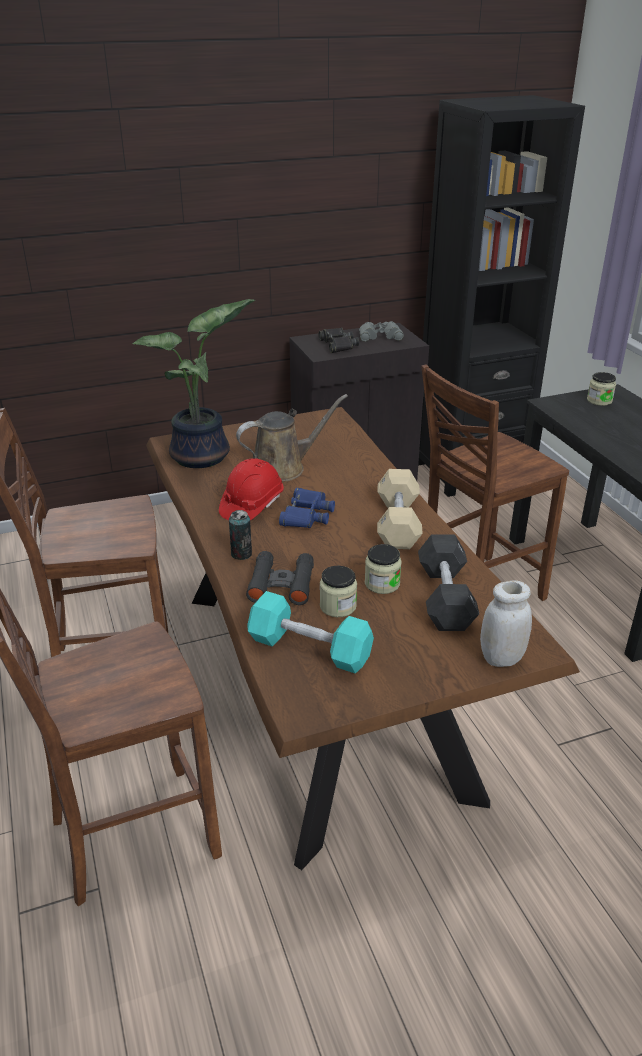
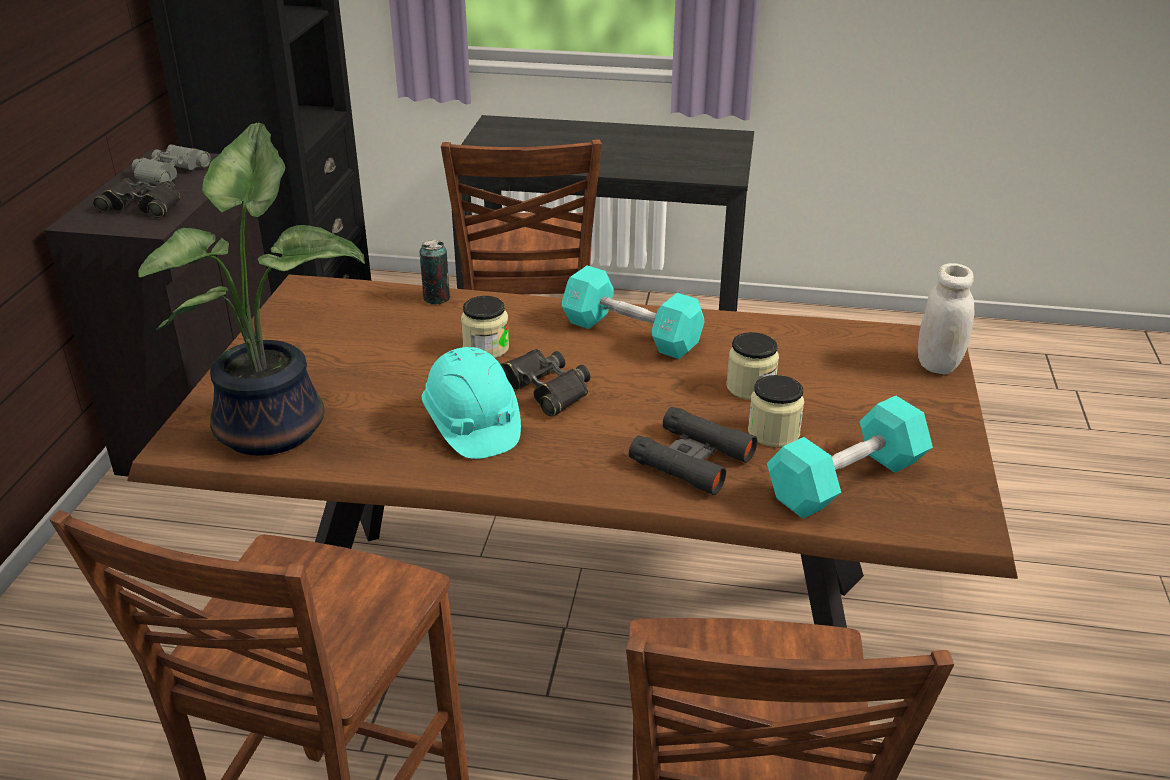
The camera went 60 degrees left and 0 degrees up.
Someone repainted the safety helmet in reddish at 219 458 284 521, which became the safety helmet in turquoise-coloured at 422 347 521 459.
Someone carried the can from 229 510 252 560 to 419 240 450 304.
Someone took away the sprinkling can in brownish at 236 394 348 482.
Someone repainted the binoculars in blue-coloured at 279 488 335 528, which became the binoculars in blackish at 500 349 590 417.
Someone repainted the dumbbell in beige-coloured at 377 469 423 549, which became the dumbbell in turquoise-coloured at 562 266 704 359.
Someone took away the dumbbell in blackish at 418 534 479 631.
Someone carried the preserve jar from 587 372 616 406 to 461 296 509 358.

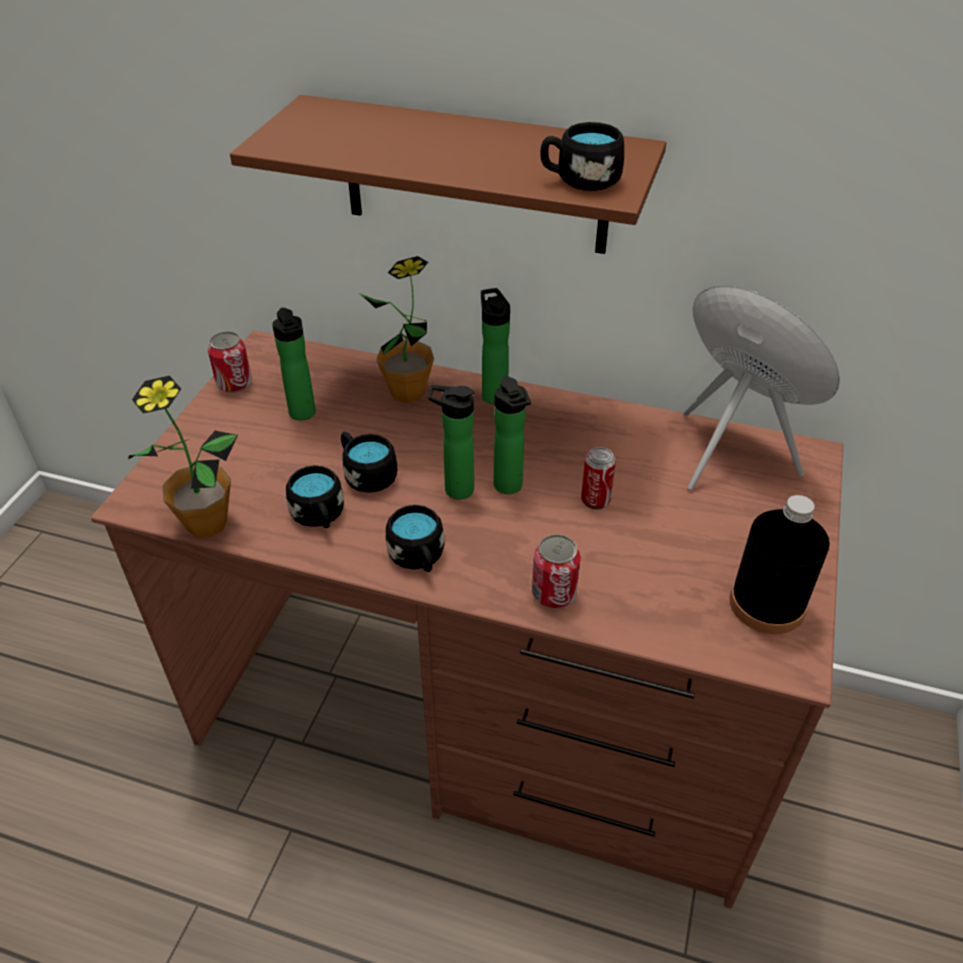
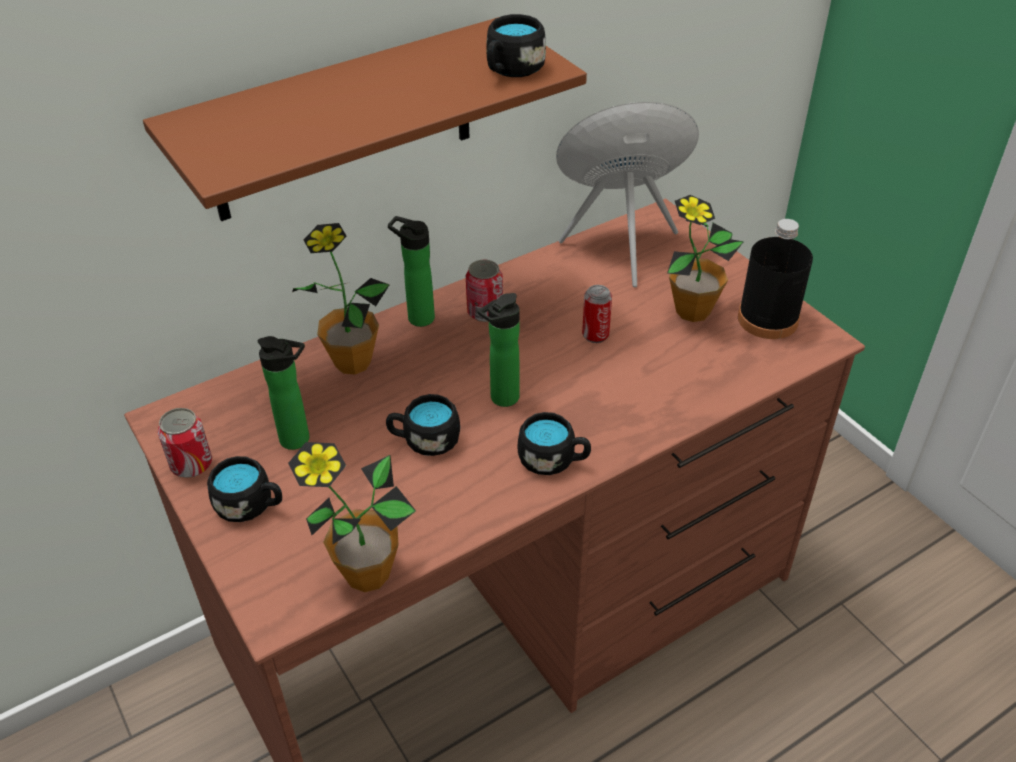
The camera went 50 degrees left and 0 degrees up.
Someone carried the tea mug in blackish from 286 465 344 528 to 207 456 282 522.
Someone took away the beverage bottle at 494 376 531 494.
Someone carried the can from 532 534 581 608 to 466 259 503 322.
Someone put down the potted plant at 667 195 744 322.

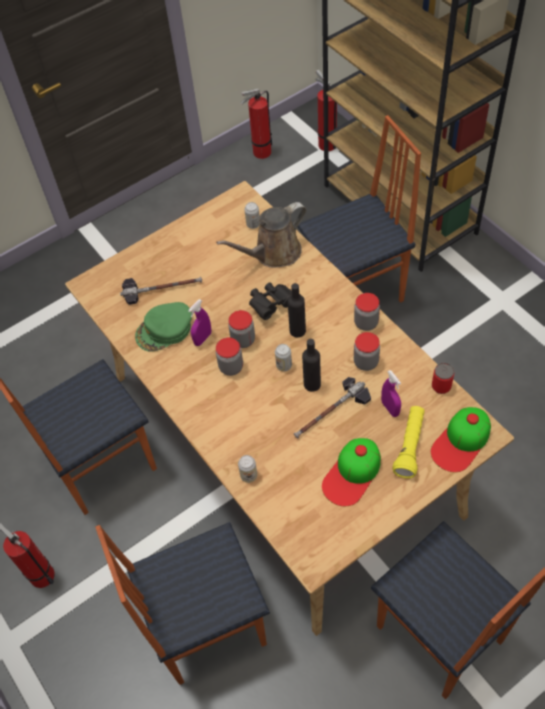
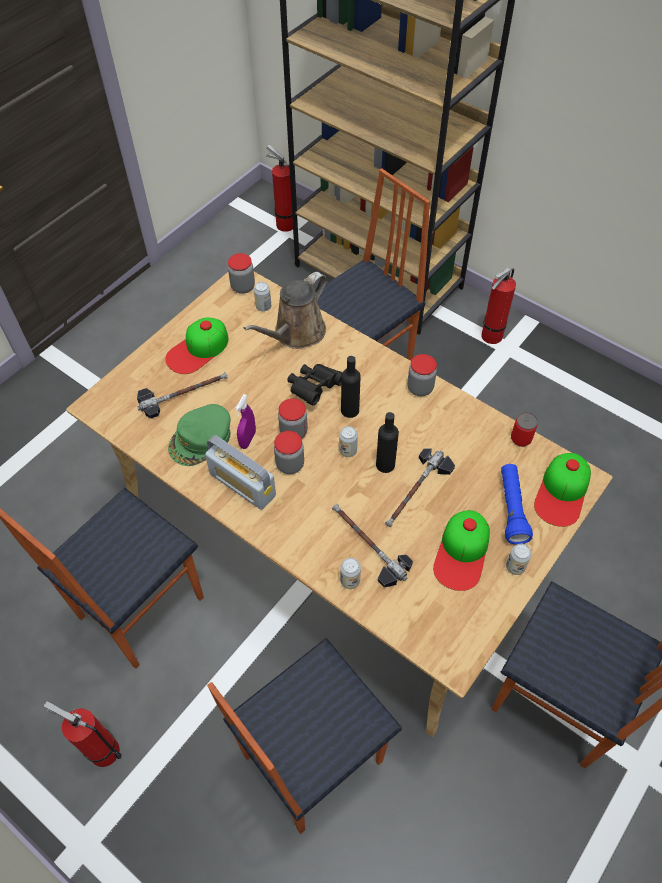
The camera went 20 degrees left and 0 degrees up.
Someone carried the extinguisher from 241 89 272 159 to 481 268 516 344.
Someone carried the preserve jar from 354 332 380 371 to 228 253 255 294.
Someone took away the spray bottle in purplish at 381 370 401 417.
Someone repainted the torch in yellow at 392 406 425 479, which became the torch in blue-coloured at 501 464 533 544.
Someone put down the peaked cap at 165 318 229 374.
Someone put down the radio receiver at 205 435 276 510.
Someone put down the hammer at 332 504 413 588.
Someone put down the can at 506 544 531 575.

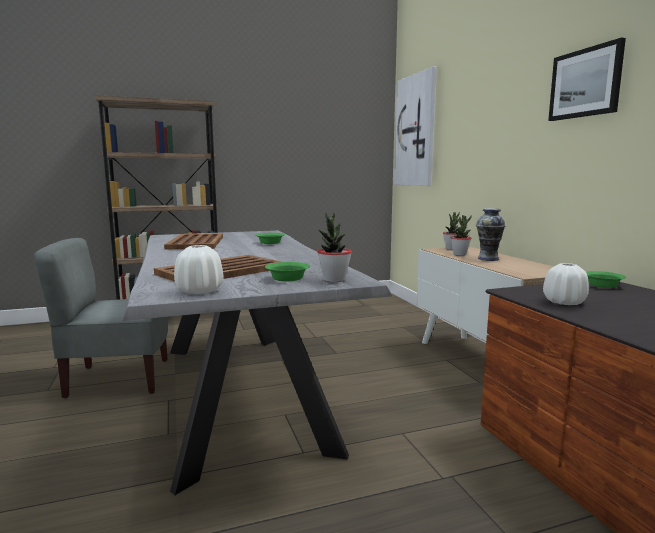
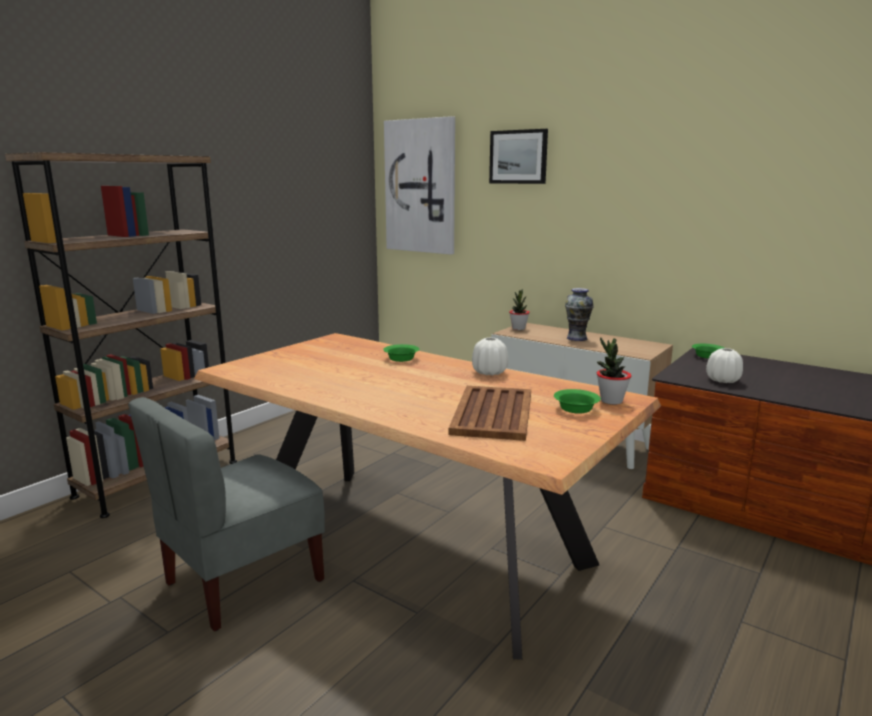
The camera went 35 degrees left and 5 degrees up.
Someone repainted the dining table in grey at 122 230 392 495, which became the dining table in brownish at 194 333 661 660.
Someone took away the serving tray in brownish at 164 233 223 249.
Someone carried the vase in white from 174 245 224 294 to 472 337 508 375.
Someone took away the potted plant at 450 215 472 256.
Someone carried the wall picture from 548 38 626 121 to 489 129 548 184.

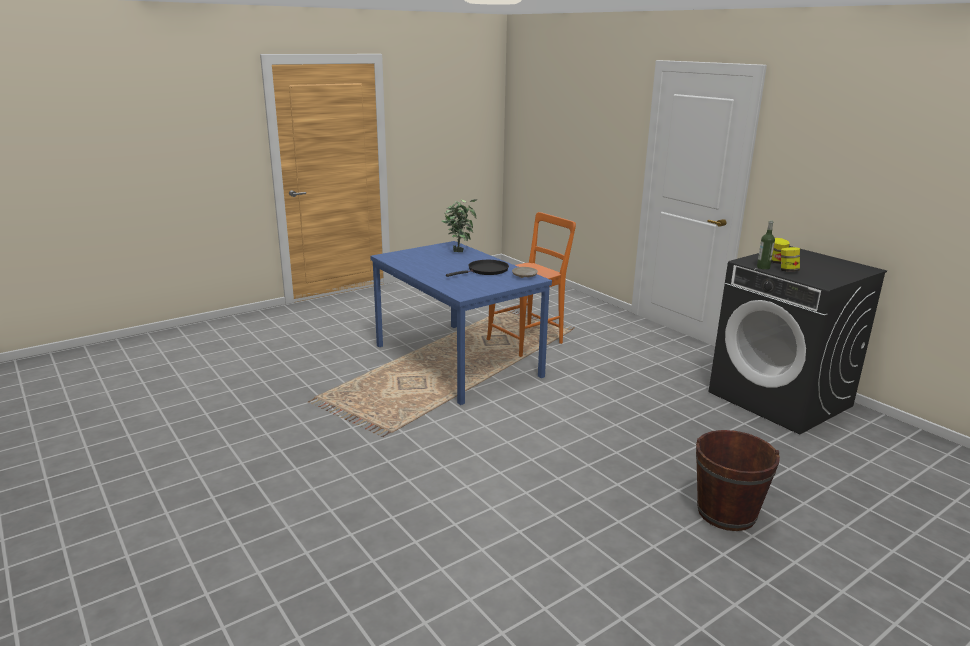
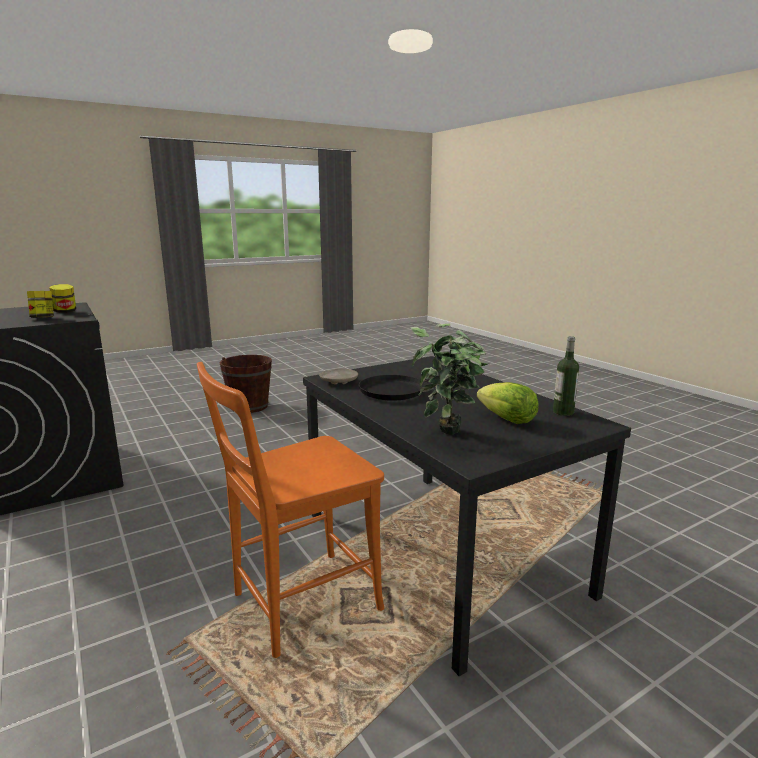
The camera went 175 degrees left and 5 degrees down.
Someone repainted the dining table in blue-coloured at 370 241 552 405, which became the dining table in blackish at 303 356 631 676.
Someone carried the beverage bottle from 757 220 775 270 to 553 336 579 416.
Someone put down the lettuce head at 477 382 538 424.

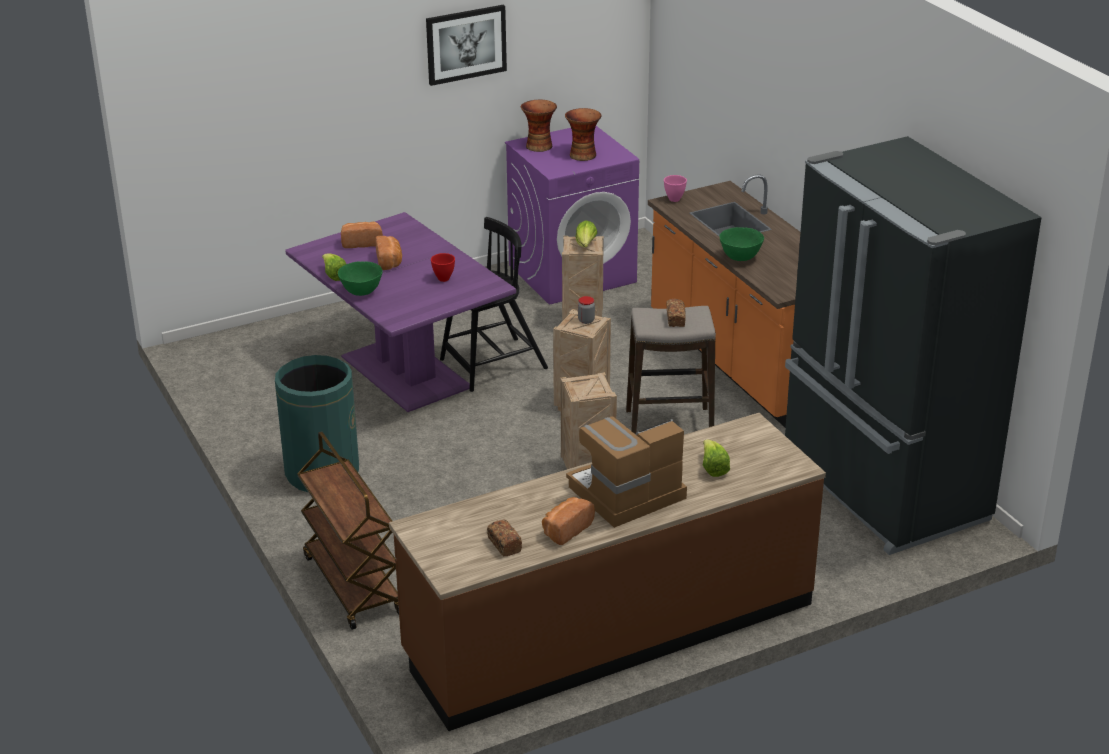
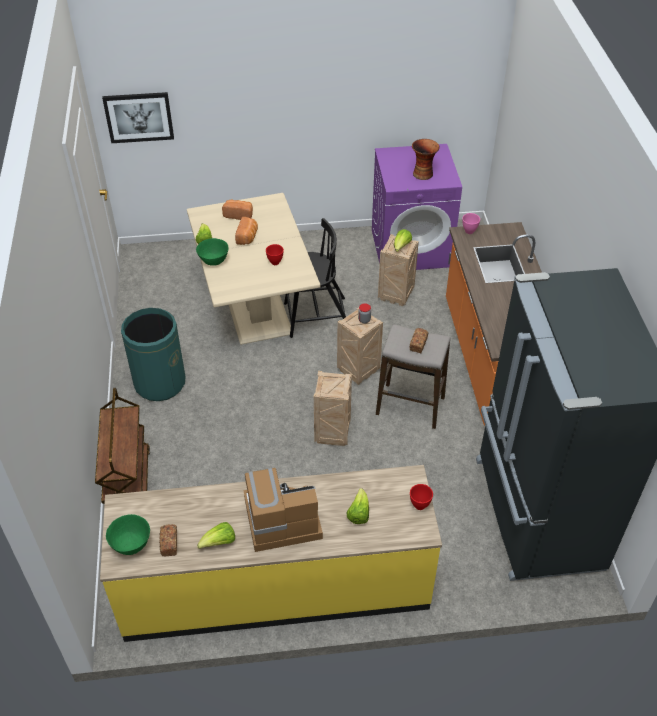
The camera went 20 degrees right and 15 degrees up.
Someone repainted the dining table in purplish at 285 212 516 412, which became the dining table in beige-coloured at 187 193 320 345.
Someone repainted the kitchen counter in brownish at 389 413 826 731, which became the kitchen counter in yellow at 100 465 442 642.
Someone carried the wall picture from 426 5 507 86 to 102 92 174 143.
Someone took away the vase at 521 100 557 152.
Someone swapped the baked bread at 542 497 595 545 for the lettuce head at 197 522 235 549.
Someone carried the serving bowl in greenish from 720 227 764 261 to 106 514 150 555.
Someone put down the serving bowl in reddish at 410 484 433 510.

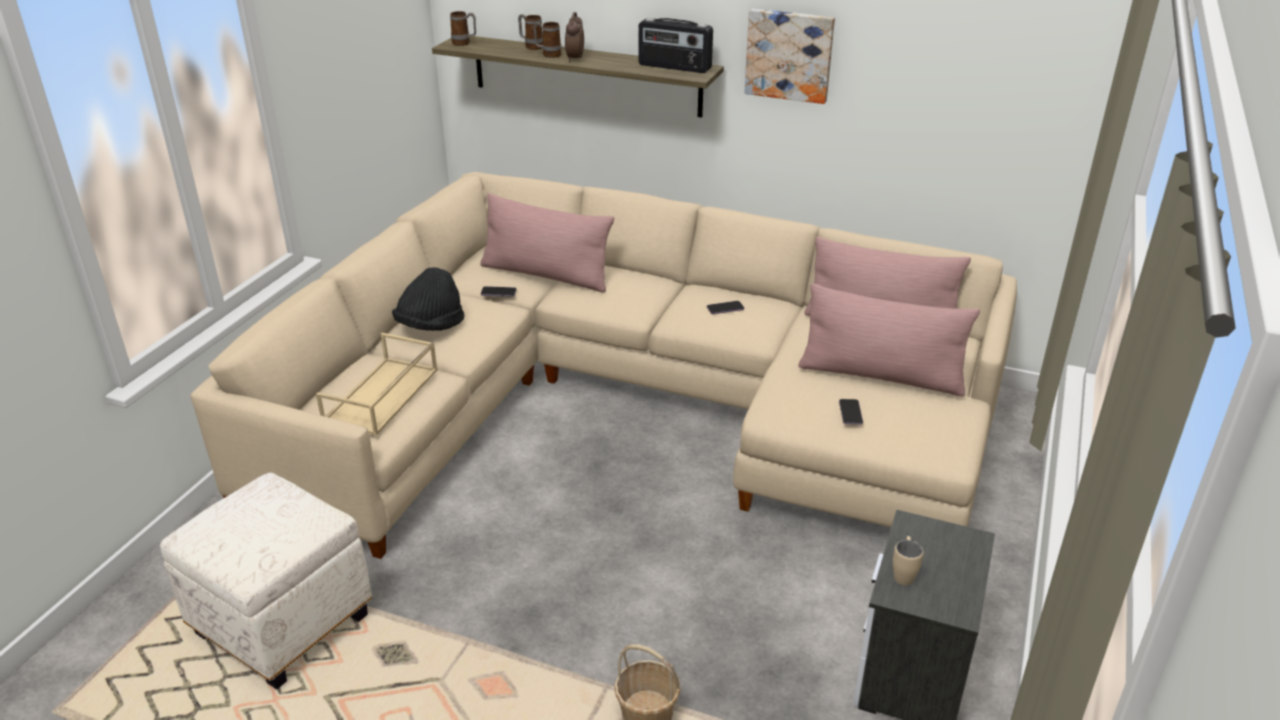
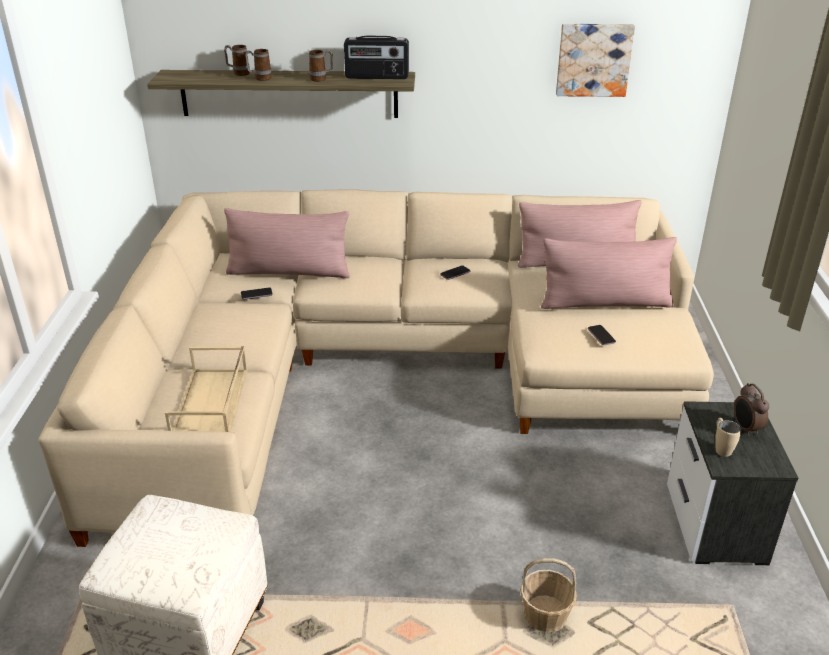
The camera went 20 degrees left and 0 degrees up.
Someone took away the clothing hat in blackish at 392 267 465 331.
Someone carried the tea mug from 450 11 476 46 to 309 50 333 82.
Someone carried the table clock from 565 12 584 62 to 734 383 769 437.
Someone carried the wall picture from 744 9 835 104 to 556 24 635 97.

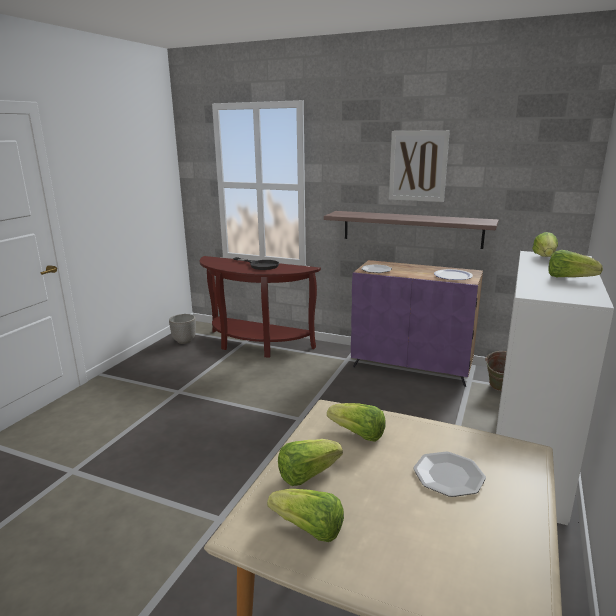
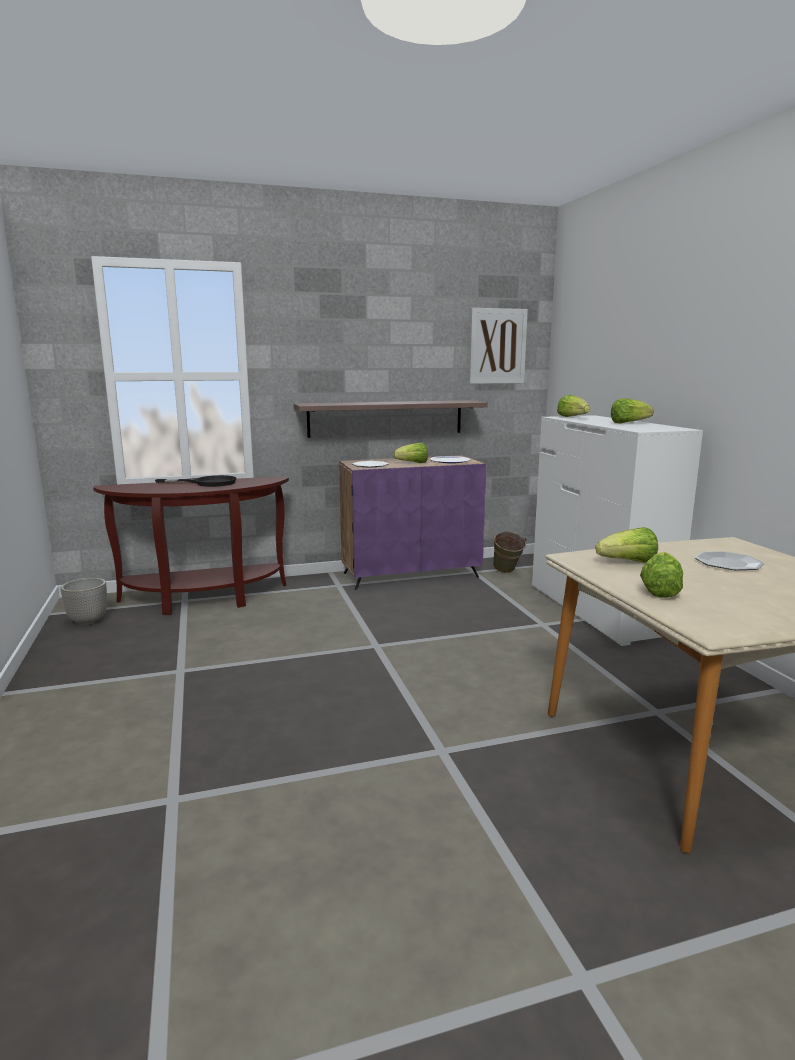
The camera went 40 degrees left and 5 degrees down.
Someone carried the lettuce head from 267 489 344 542 to 393 443 428 463.
Someone carried the wall picture from 389 130 450 202 to 469 308 528 384.

